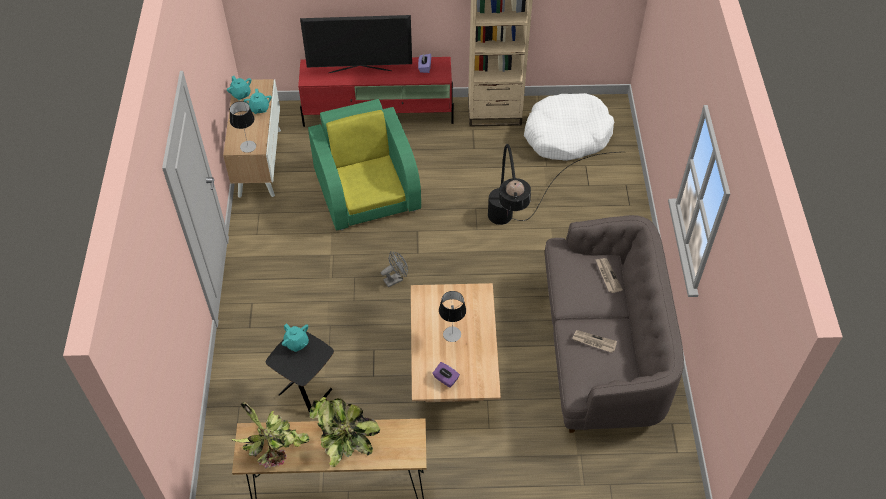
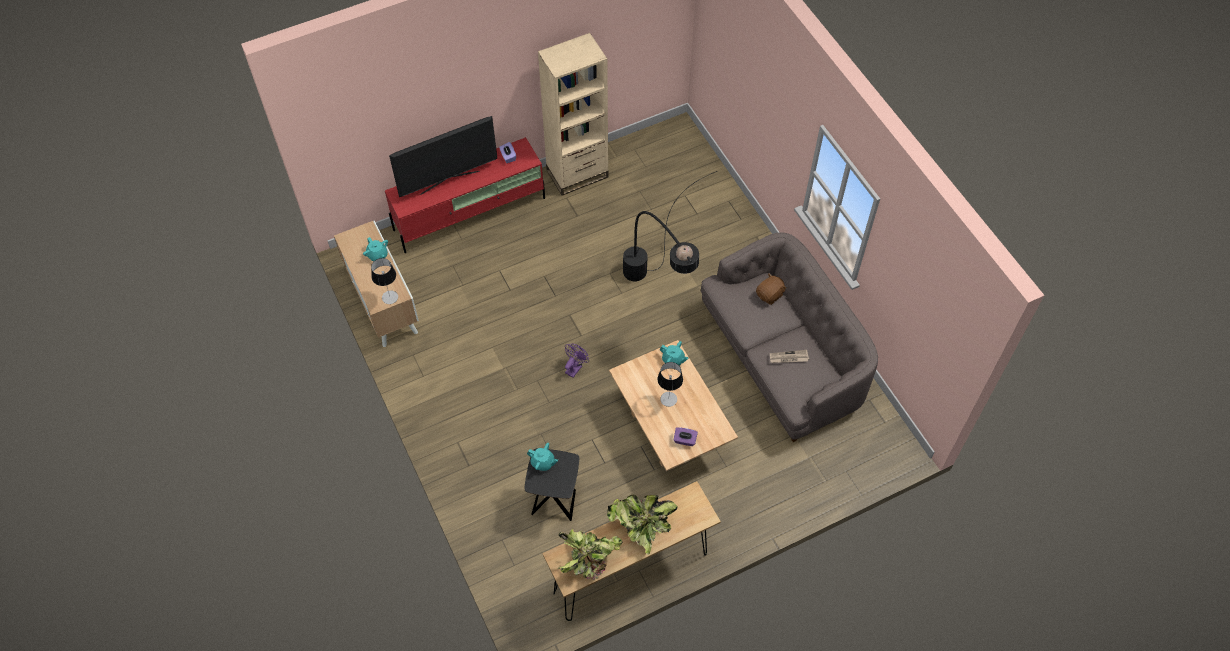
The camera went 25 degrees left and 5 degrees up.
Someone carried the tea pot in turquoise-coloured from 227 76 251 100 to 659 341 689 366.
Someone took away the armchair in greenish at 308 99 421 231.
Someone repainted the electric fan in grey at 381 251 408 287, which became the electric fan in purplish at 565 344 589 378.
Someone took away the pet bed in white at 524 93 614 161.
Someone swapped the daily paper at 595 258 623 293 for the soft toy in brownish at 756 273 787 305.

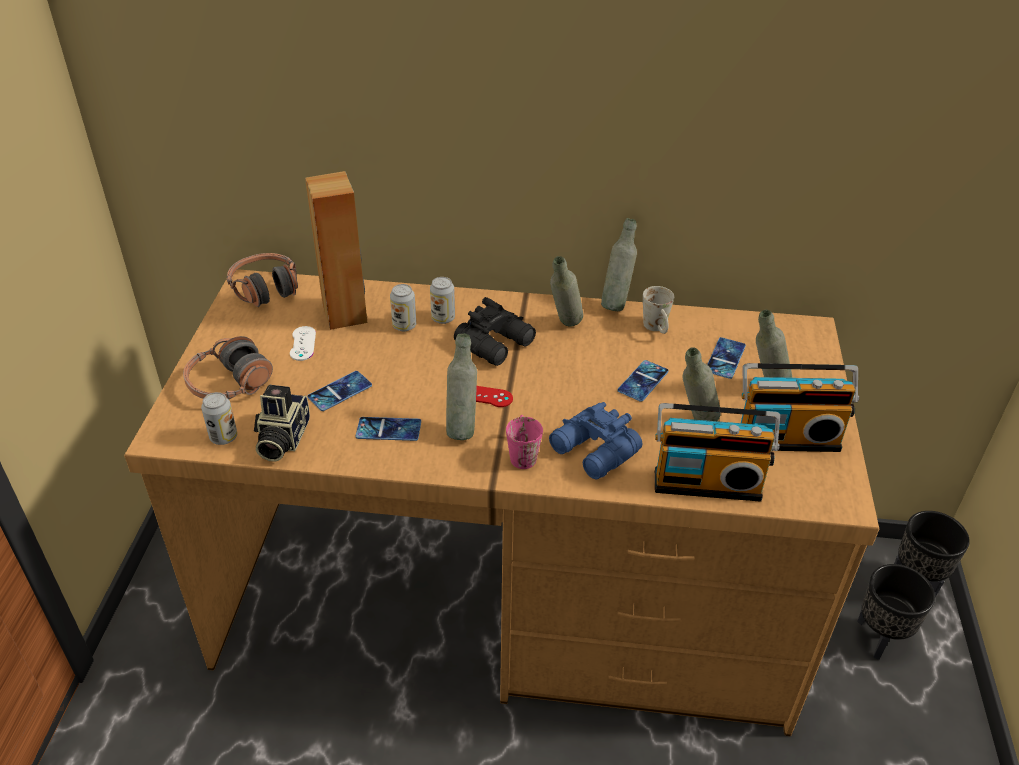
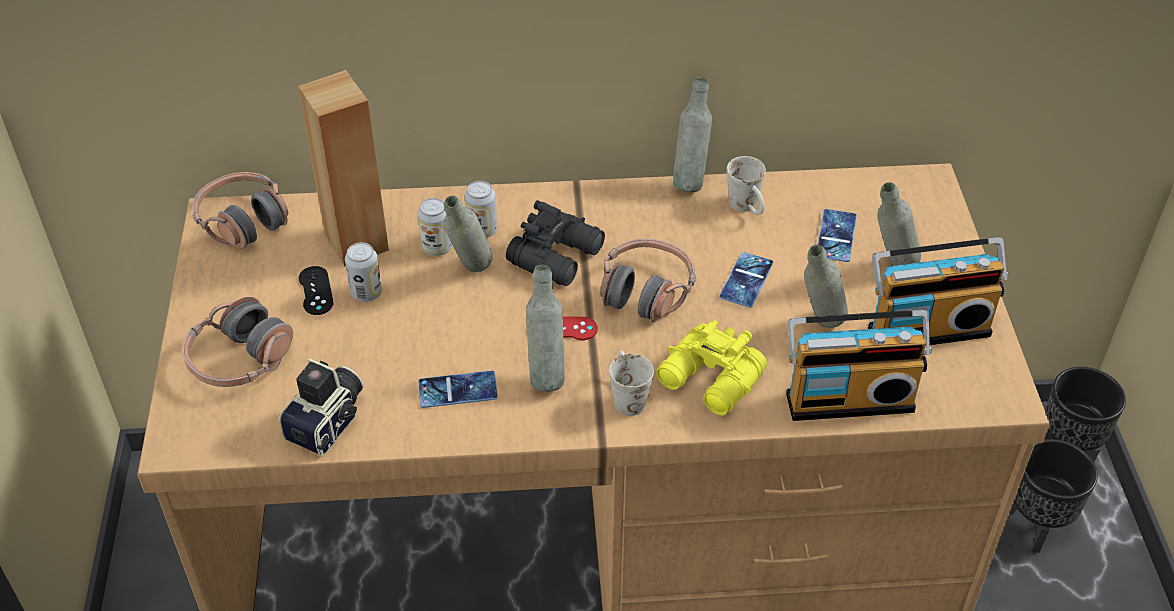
The camera went 10 degrees left and 5 degrees up.
Someone carried the can from 201 392 237 445 to 345 242 382 302.
Someone rotated the photo camera at 254 385 310 462 by 150 degrees counterclockwise.
Someone repainted the game controller in white at 290 326 316 361, which became the game controller in blackish at 298 266 333 315.
Someone took away the telephone at 307 371 372 411.
Someone repainted the tea mug in pink-coloured at 506 415 543 469, which became the tea mug in white at 609 350 654 416.
Someone repainted the binoculars in blue-coloured at 549 402 642 480, which became the binoculars in yellow at 656 320 767 416.
Someone carried the beverage bottle in grey from 550 256 583 327 to 444 196 493 272.
Someone put down the pair of headphones at 600 239 696 322.

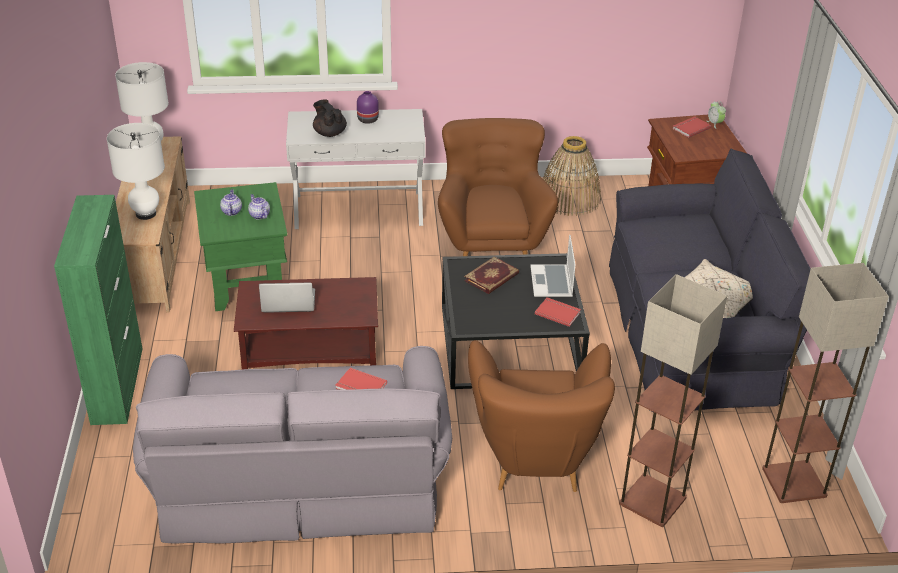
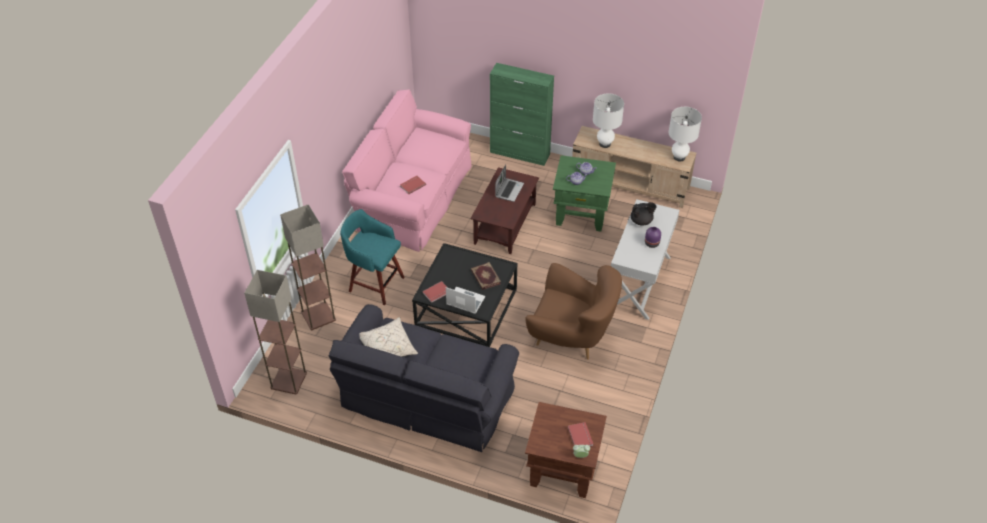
The camera went 115 degrees right and 10 degrees up.
Someone repainted the couch in grey at 133 346 452 544, which became the couch in pink-coloured at 342 89 472 252.
Someone swapped the armchair in brownish at 468 340 615 492 for the stool in turquoise-coloured at 340 209 405 305.
Someone took away the household basket at 543 136 601 216.

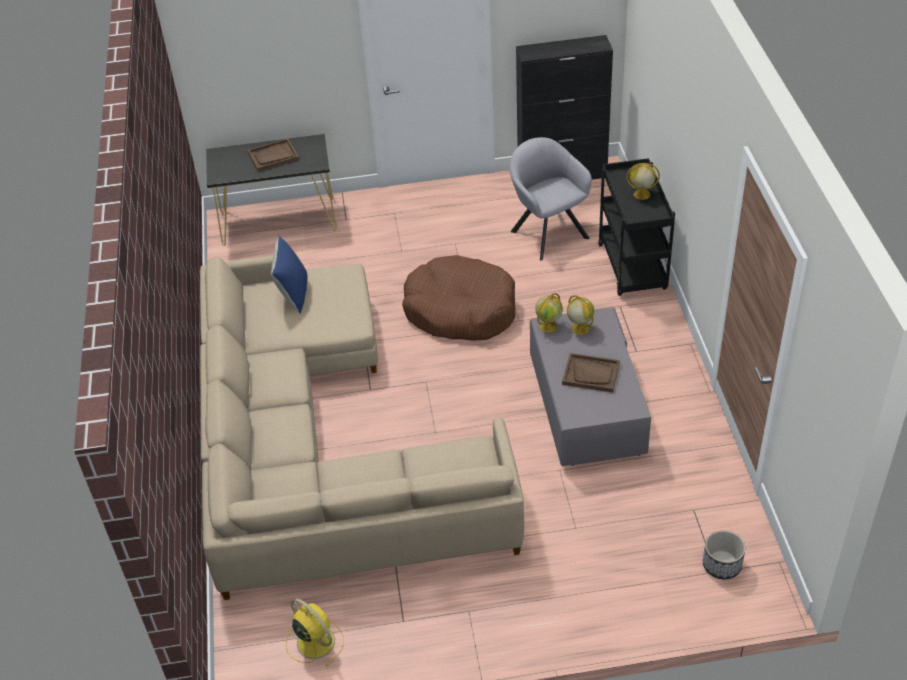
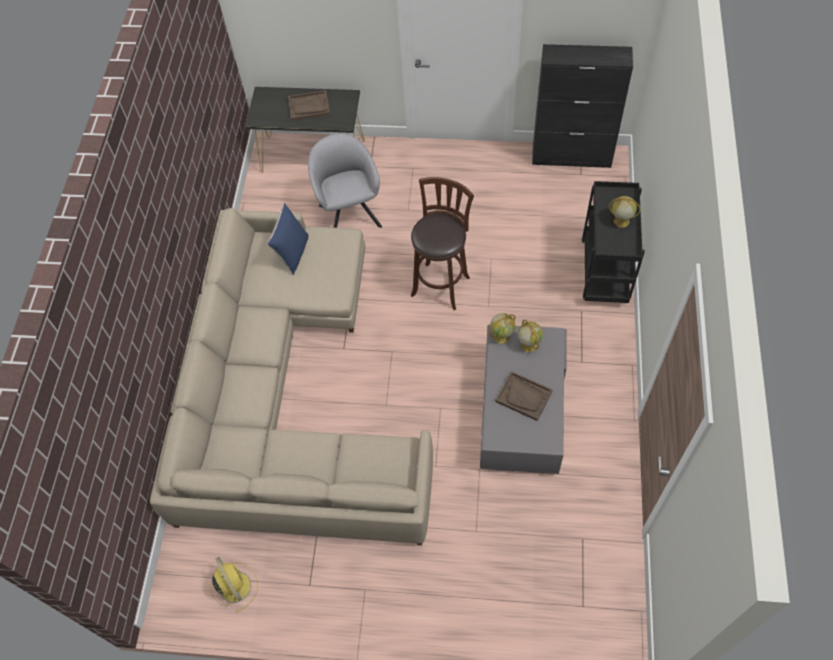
The camera went 15 degrees right and 15 degrees up.
Someone swapped the pet bed in brownish at 402 255 515 341 for the stool in brownish at 411 177 474 310.
Someone carried the armchair in grey from 509 137 592 261 to 308 134 382 228.
Someone took away the plant pot at 703 530 745 579.

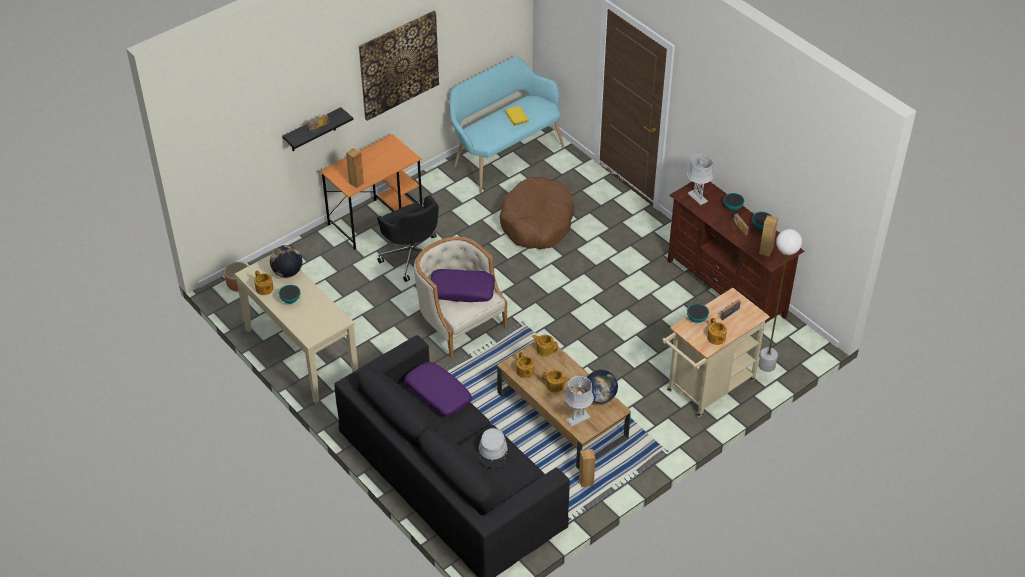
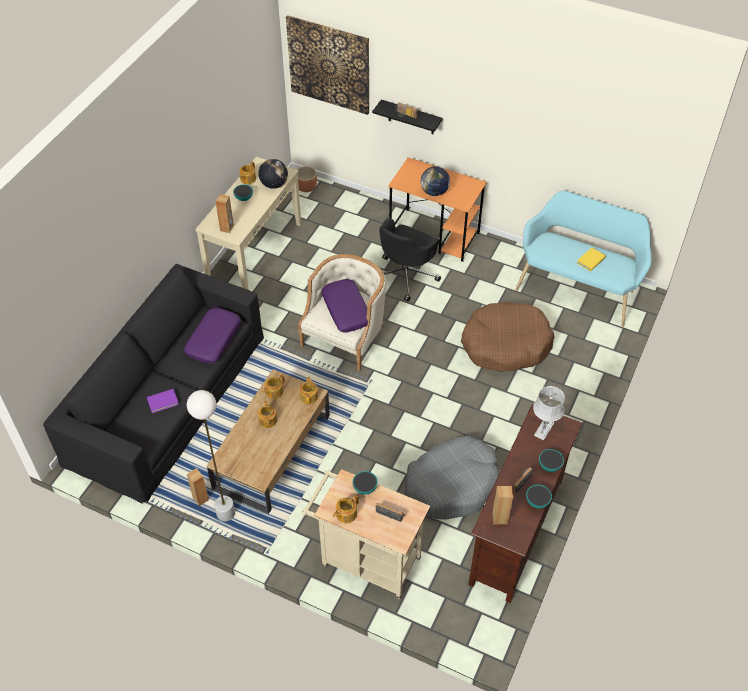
The camera went 65 degrees right and 5 degrees up.
Someone carried the audio speaker in brownish from 346 148 364 188 to 215 194 234 233.
Someone carried the wall picture from 359 10 439 121 to 286 15 369 115.
Someone swapped the clothing hat in grey at 478 428 508 468 for the volume in purplish at 147 389 179 413.
Someone took away the tabletop lamp in grey at 565 376 594 427.
Someone carried the world globe from 584 370 618 403 to 421 166 450 196.
Someone carried the standard lamp in white from 758 229 802 372 to 187 390 235 521.
Someone put down the pet bed in grey at 404 436 499 520.

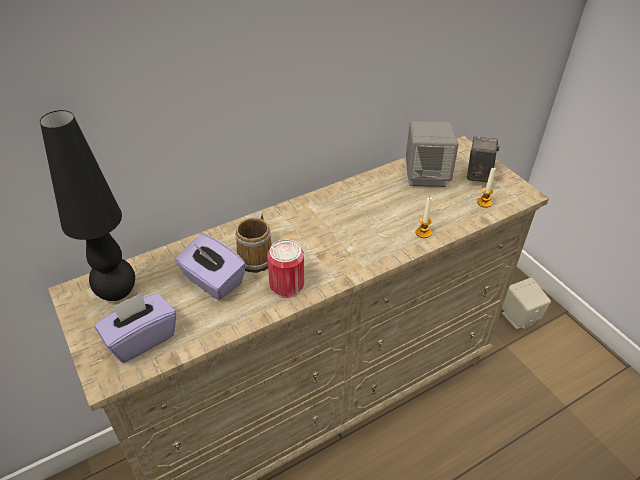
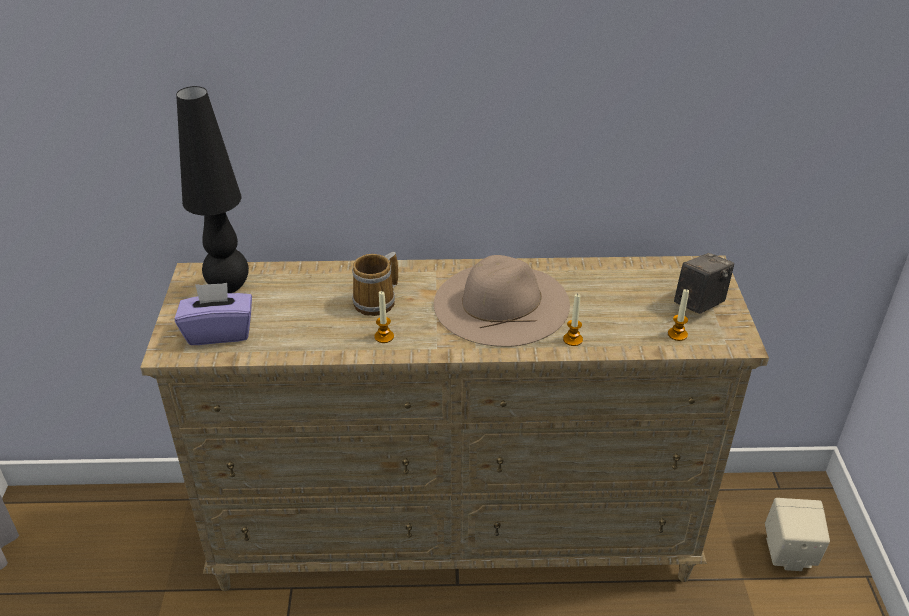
The camera went 30 degrees right and 5 degrees down.
Someone took away the box of tissues in purplish at 175 234 246 300.
Someone swapped the can at 267 239 304 298 for the candle at 374 291 394 343.
Someone took away the audio speaker in grey at 406 121 459 187.
Someone put down the clothing hat in beige-coloured at 434 255 570 347.

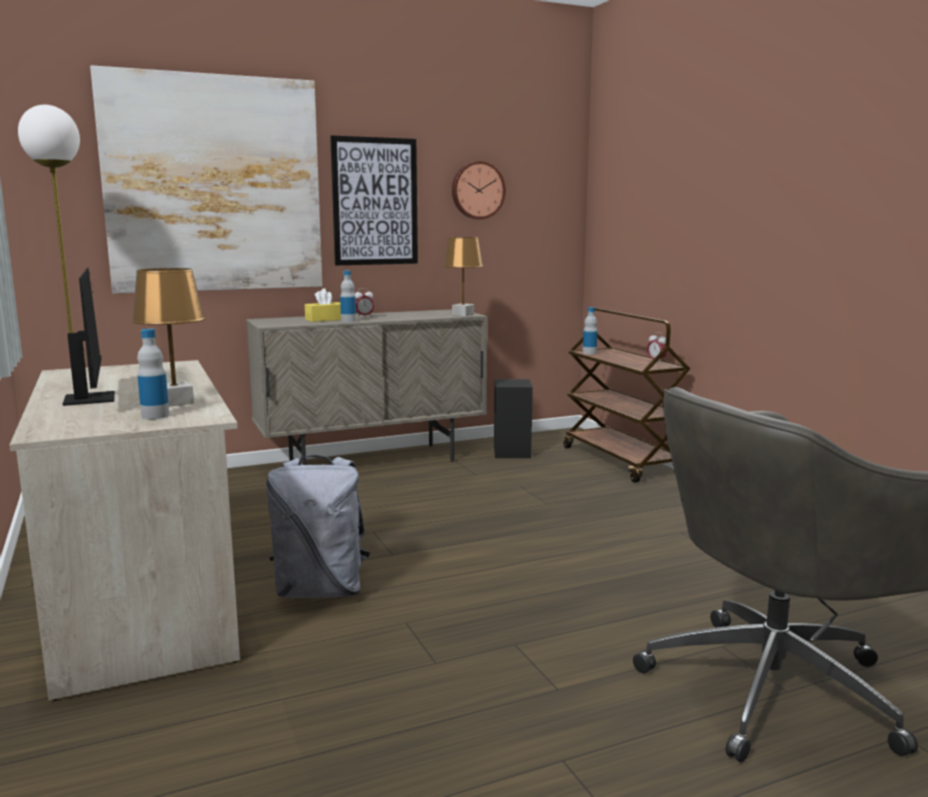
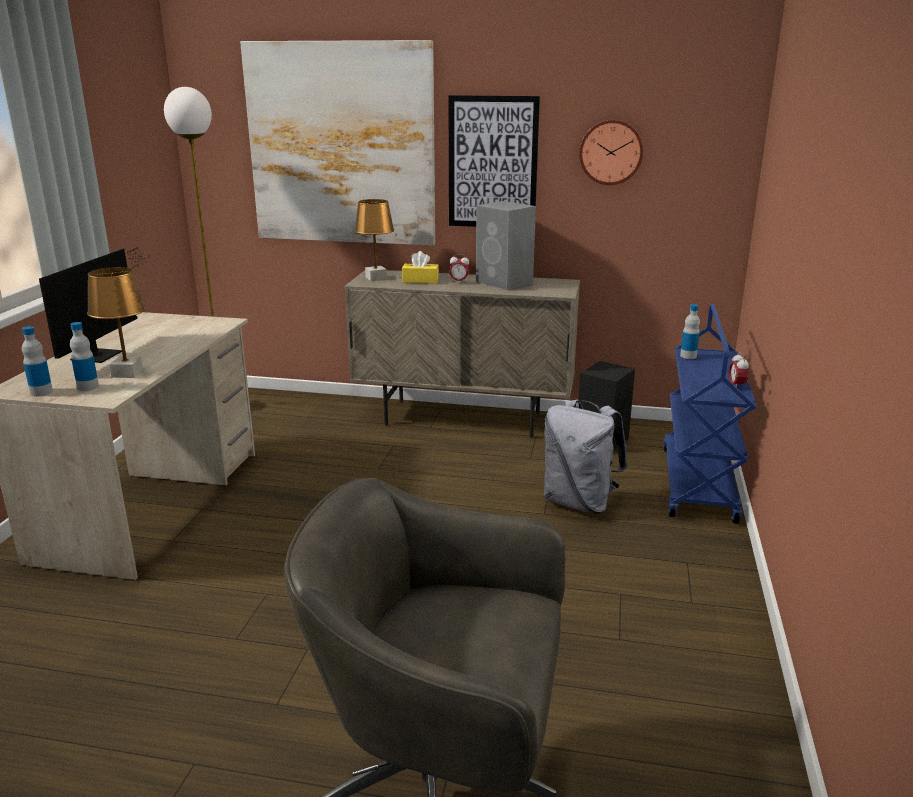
The camera went 35 degrees right and 10 degrees up.
Someone carried the knapsack in grey from 266 455 370 598 to 544 399 627 514.
Someone carried the beverage bottle from 340 271 356 322 to 22 326 53 397.
Someone carried the tabletop lamp in brownish from 443 237 483 316 to 354 199 394 281.
Someone repainted the cart in brownish at 564 308 691 483, which became the cart in blue-coloured at 663 304 757 524.
Someone put down the audio speaker in grey at 476 201 536 290.

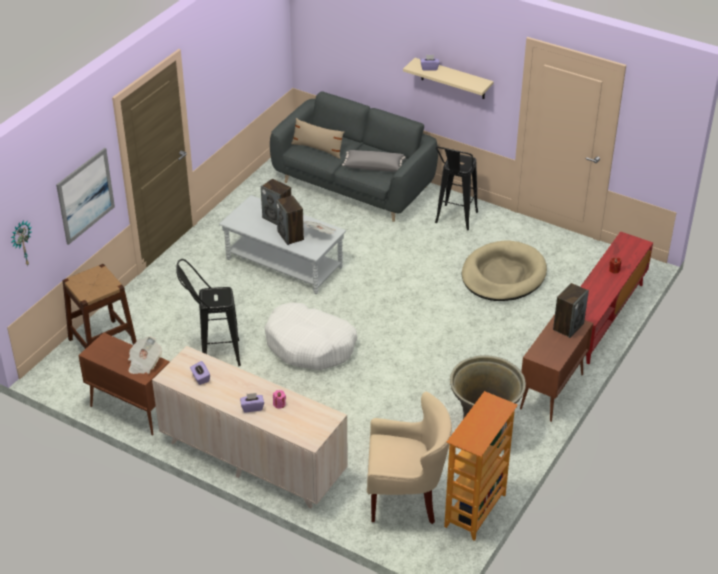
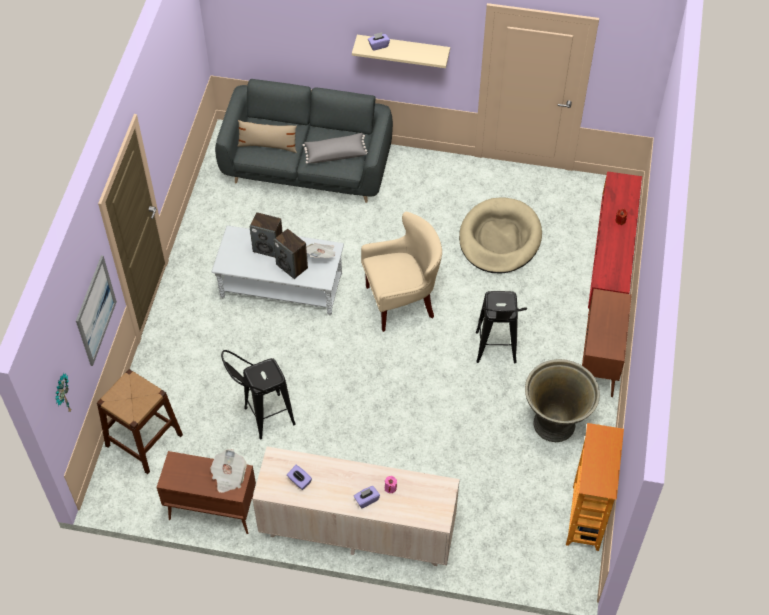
The camera went 20 degrees left and 15 degrees up.
Someone took away the pet bed in white at 264 303 357 370.
Someone carried the armchair in beige-coloured from 367 392 452 524 to 361 212 442 332.
Someone carried the stool in blackish from 435 146 478 230 to 476 291 527 363.
Someone took away the audio speaker at 553 283 589 338.

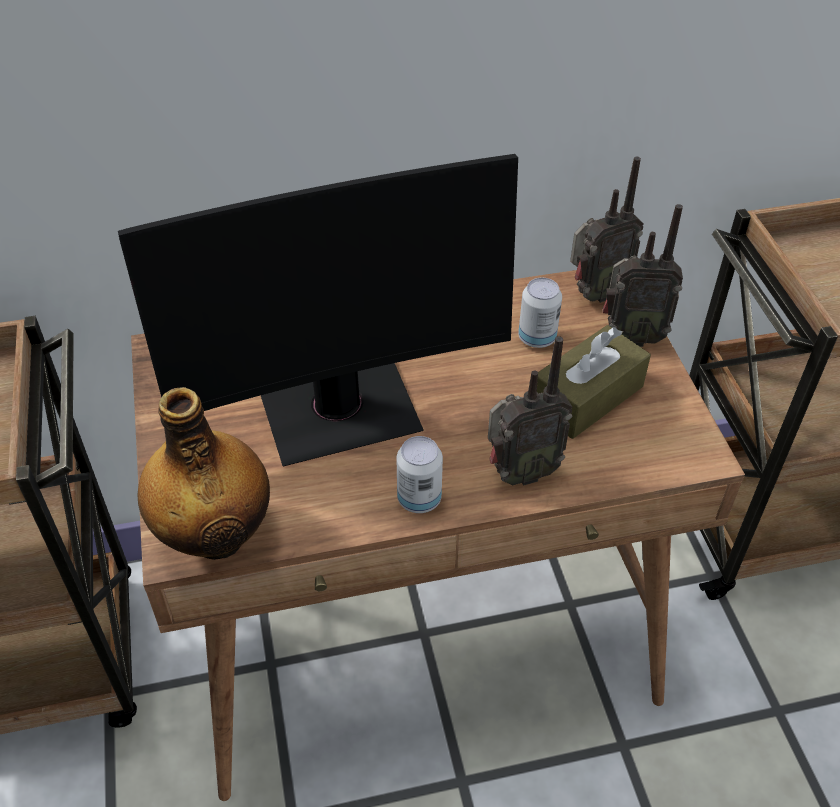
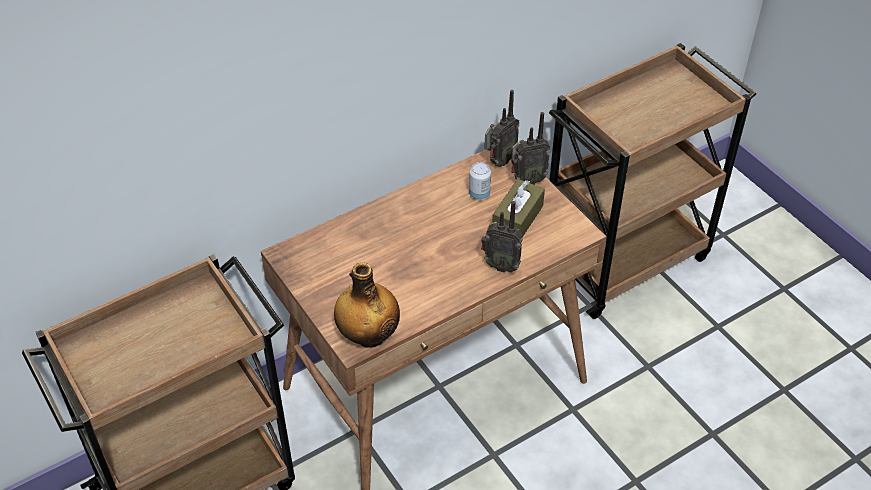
The camera went 20 degrees left and 0 degrees up.
Someone took away the computer display at 118 154 518 466.
Someone took away the can at 396 436 443 513.
Someone rotated the radio receiver at 488 336 572 486 by 60 degrees clockwise.

